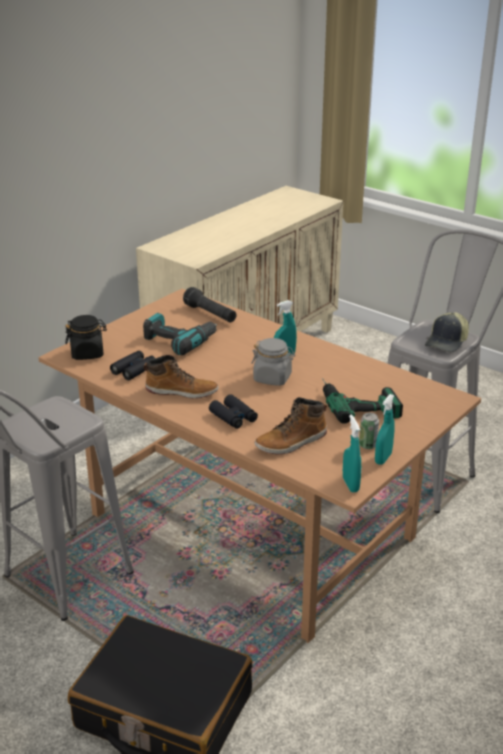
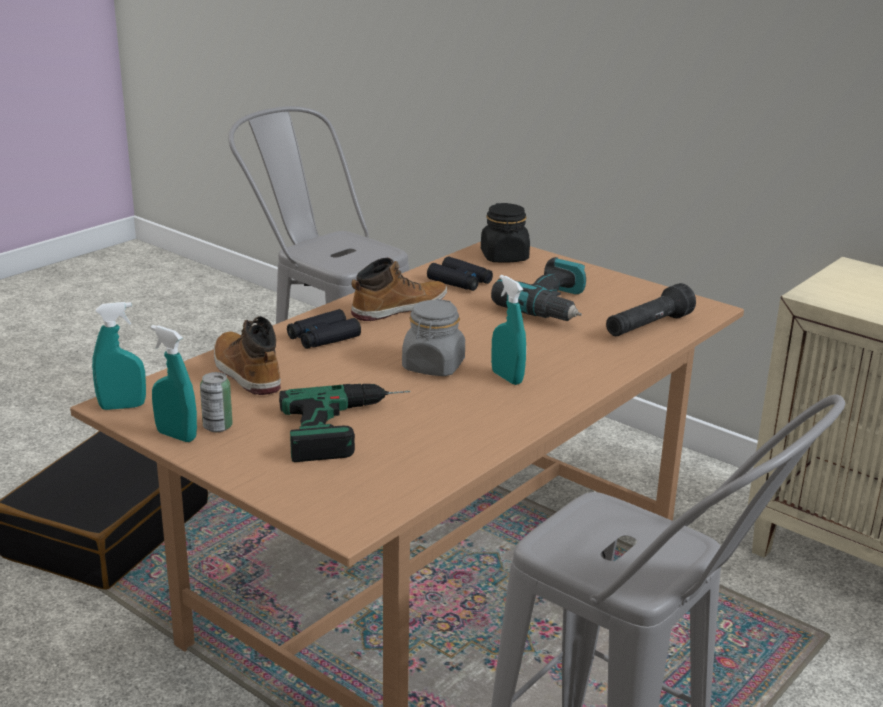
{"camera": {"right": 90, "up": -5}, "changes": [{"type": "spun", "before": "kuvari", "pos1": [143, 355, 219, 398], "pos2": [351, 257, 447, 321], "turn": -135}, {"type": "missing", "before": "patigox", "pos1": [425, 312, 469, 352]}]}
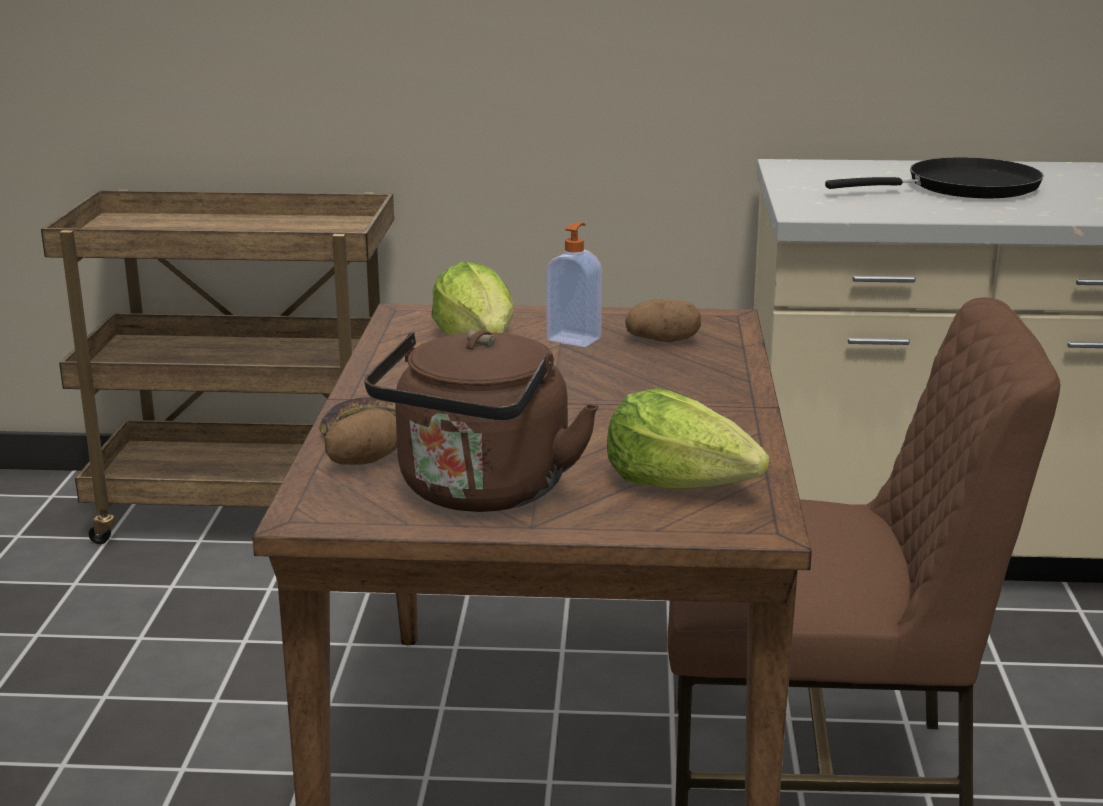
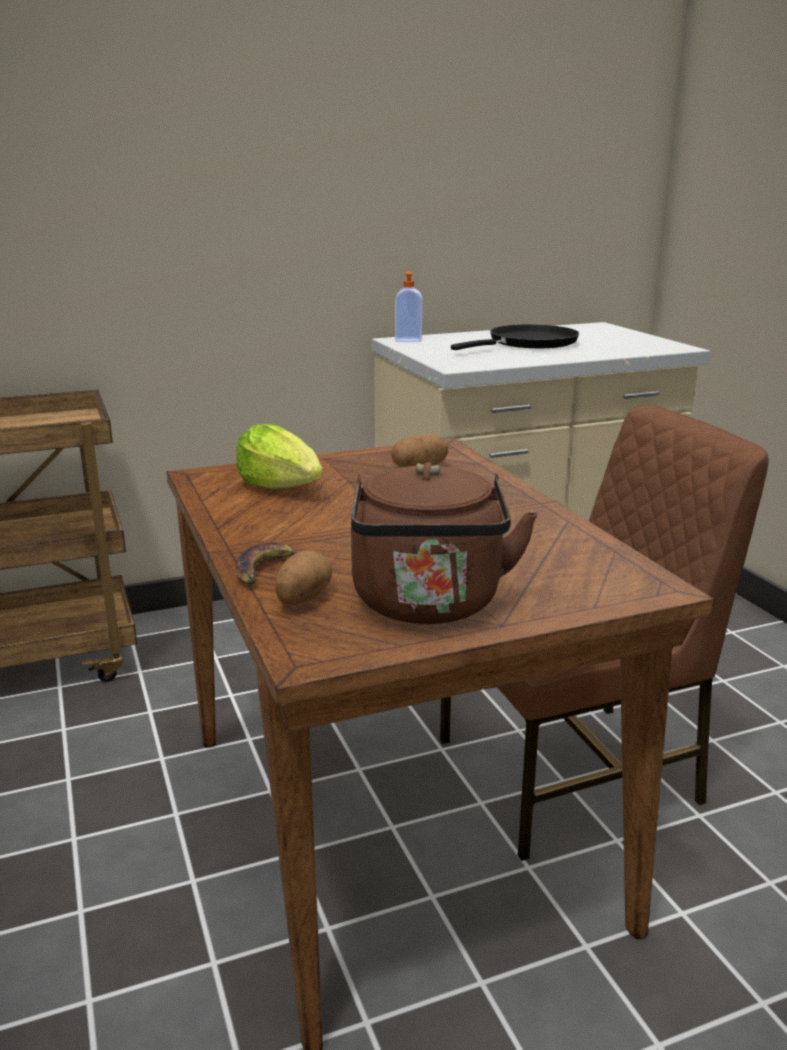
{"camera": {"right": -25, "up": 0}, "changes": [{"type": "relocated", "before": "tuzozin", "pos1": [546, 222, 602, 347], "pos2": [395, 271, 422, 342]}, {"type": "missing", "before": "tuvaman", "pos1": [607, 388, 770, 490]}]}
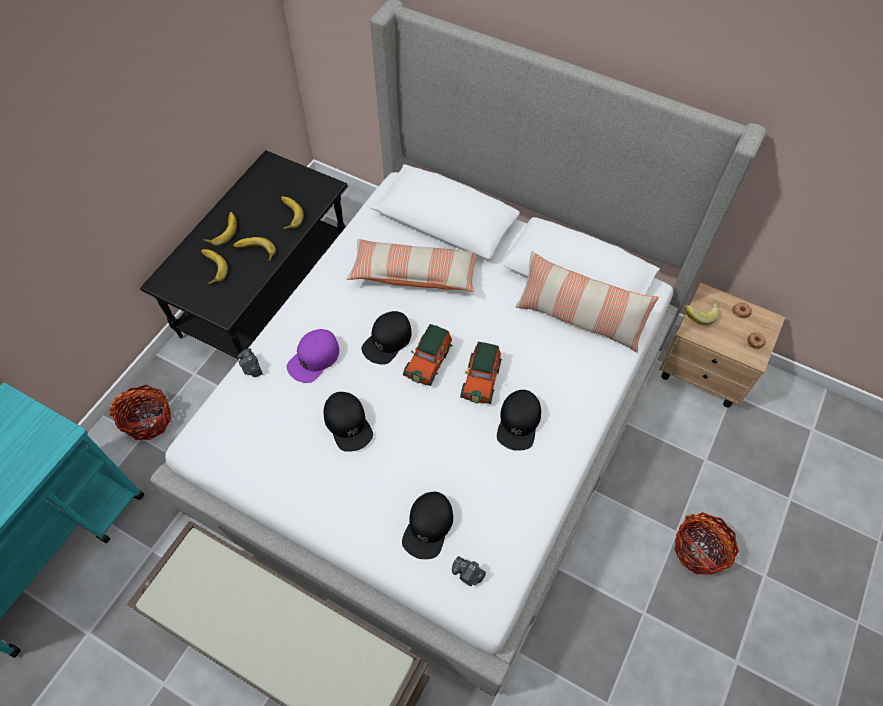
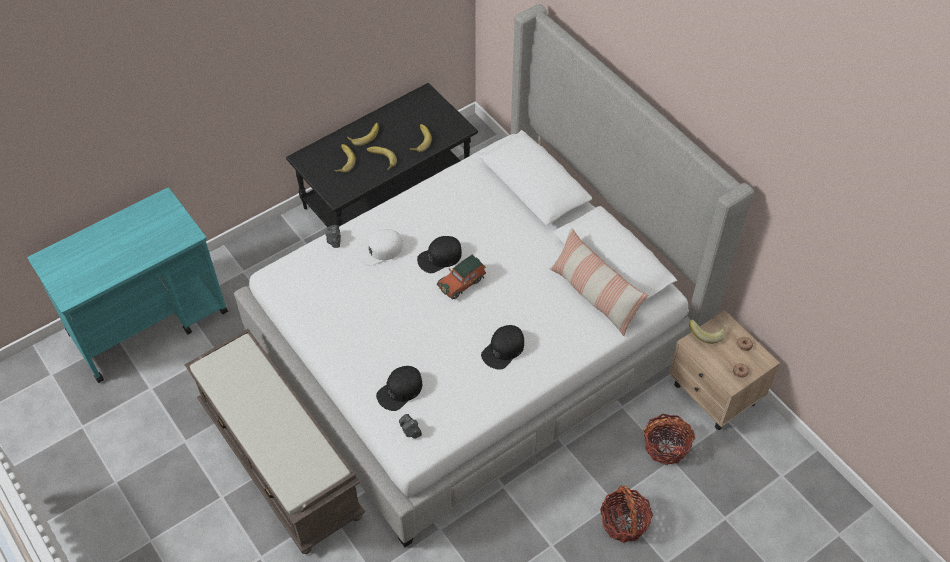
{"camera": {"right": 25, "up": -5}, "changes": [{"type": "relocated", "before": "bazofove", "pos1": [109, 385, 171, 440], "pos2": [643, 414, 695, 465]}, {"type": "colour", "before": "patigox (purple)", "after": "patigox (white)", "pos1": [287, 329, 339, 383], "pos2": [358, 229, 403, 266]}, {"type": "missing", "before": "patigox (black)", "pos1": [324, 392, 373, 452]}, {"type": "missing", "before": "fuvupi", "pos1": [346, 239, 477, 292]}, {"type": "missing", "before": "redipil", "pos1": [460, 342, 502, 404]}]}
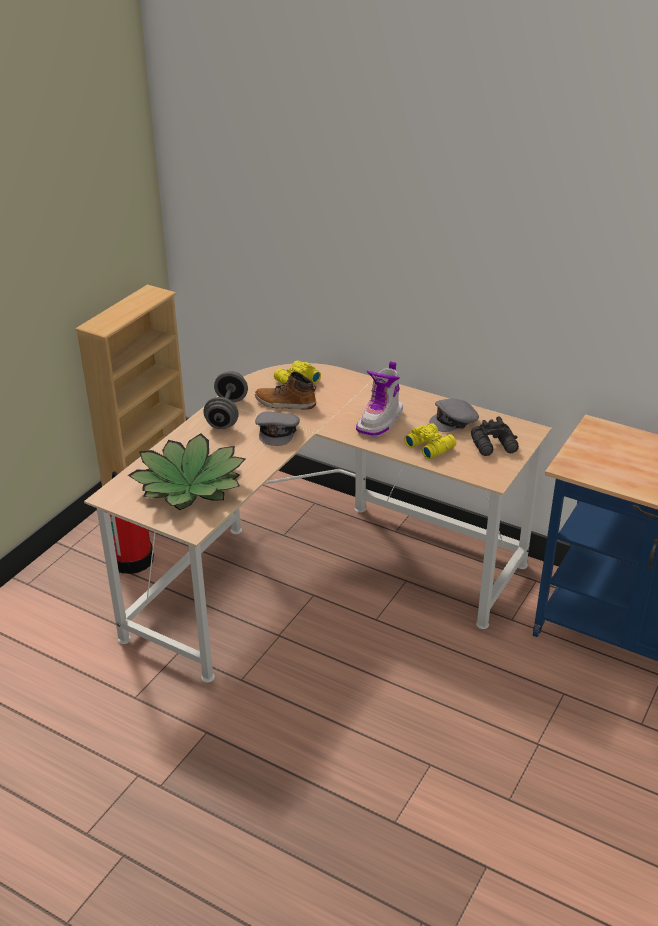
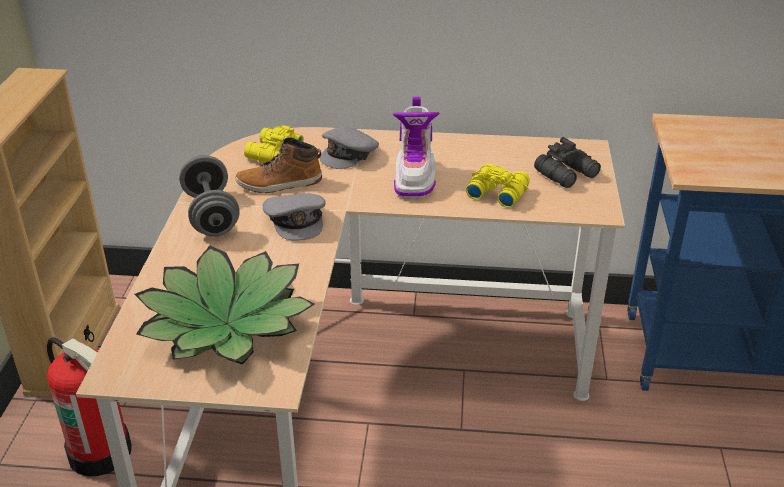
{"camera": {"right": -25, "up": 0}, "changes": [{"type": "relocated", "before": "patigox (grey)", "pos1": [429, 398, 479, 432], "pos2": [320, 127, 379, 169]}]}
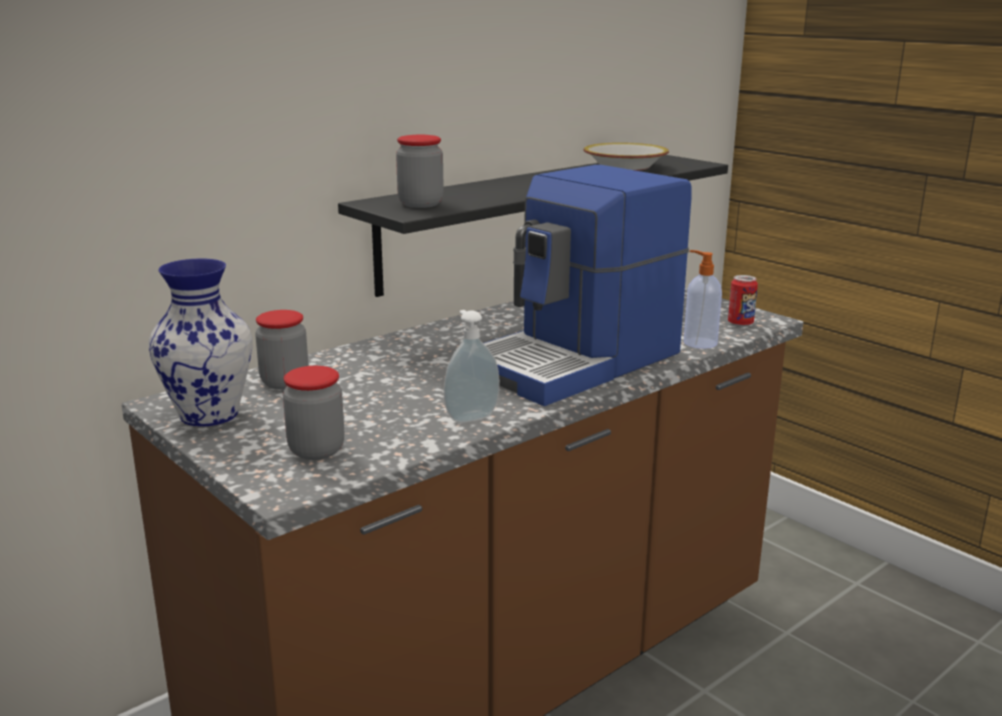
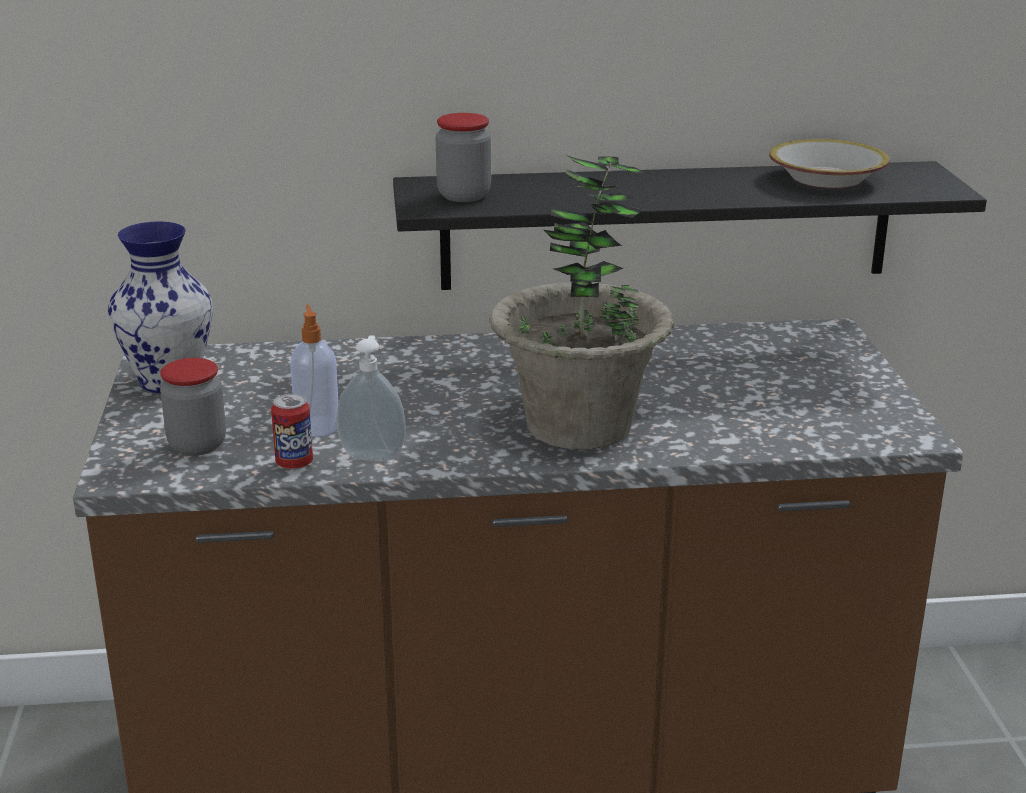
{"camera": {"right": 35, "up": 5}, "changes": [{"type": "missing", "before": "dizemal", "pos1": [255, 310, 309, 389]}, {"type": "exchanged", "before": "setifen", "after": "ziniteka", "pos1": [483, 165, 692, 406], "pos2": [489, 154, 674, 449]}, {"type": "relocated", "before": "tuzozin", "pos1": [684, 250, 722, 349], "pos2": [290, 304, 339, 437]}, {"type": "relocated", "before": "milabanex", "pos1": [728, 275, 758, 327], "pos2": [271, 394, 313, 470]}]}
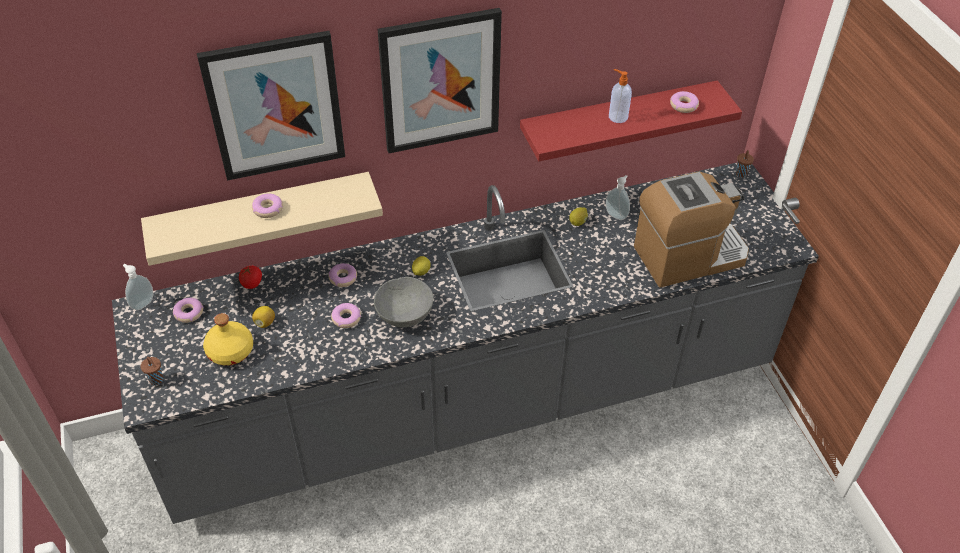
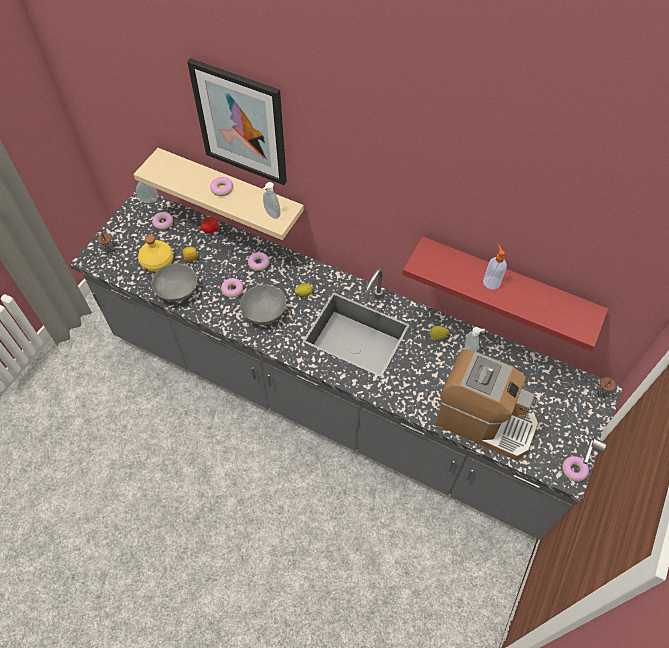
{"camera": {"right": 45, "up": 10}, "changes": [{"type": "missing", "before": "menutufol", "pos1": [378, 8, 502, 153]}, {"type": "relocated", "before": "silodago", "pos1": [670, 91, 699, 113], "pos2": [562, 456, 589, 482]}, {"type": "appeared", "after": "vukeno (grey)", "pos2": [151, 263, 197, 301]}, {"type": "appeared", "after": "tuzozin", "pos2": [263, 182, 281, 219]}]}
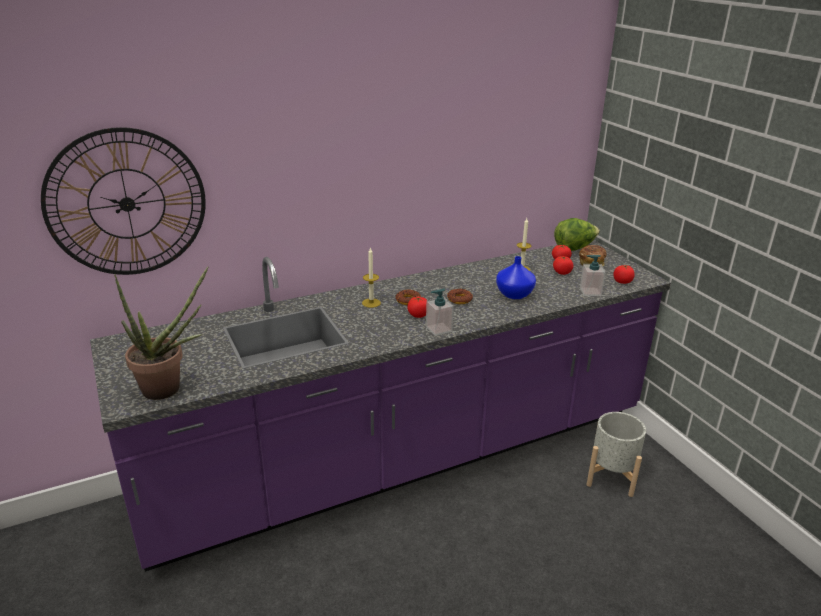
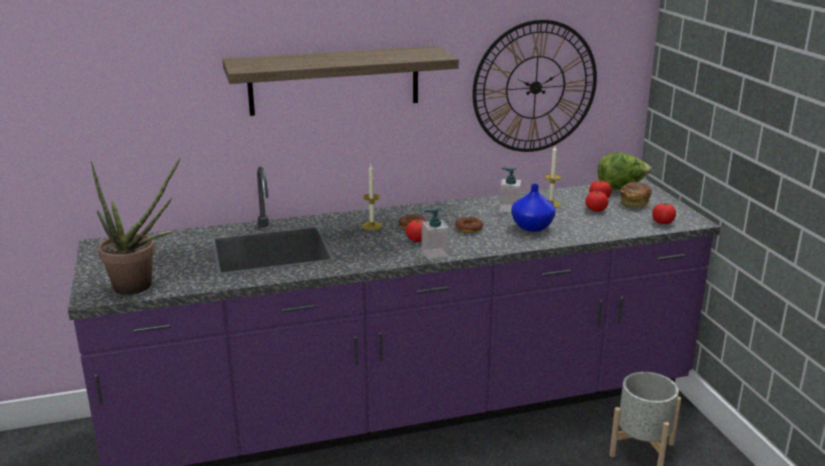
{"camera": {"right": 10, "up": -5}, "changes": [{"type": "relocated", "before": "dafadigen", "pos1": [41, 127, 206, 275], "pos2": [473, 20, 597, 152]}, {"type": "relocated", "before": "tuzozin", "pos1": [580, 255, 606, 296], "pos2": [499, 168, 521, 212]}, {"type": "appeared", "after": "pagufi", "pos2": [222, 46, 459, 116]}]}
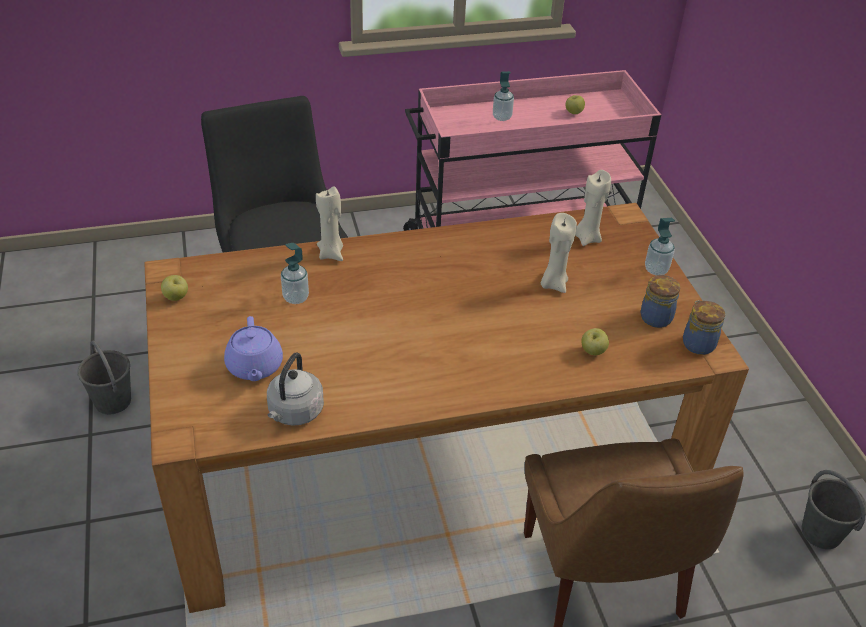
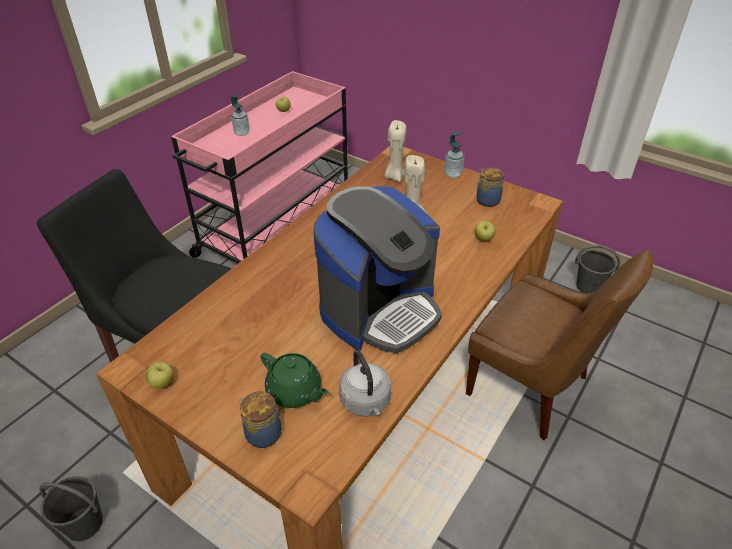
{"camera": {"right": -40, "up": 0}, "changes": [{"type": "colour", "before": "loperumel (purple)", "after": "loperumel (green)", "pos1": [224, 316, 283, 381], "pos2": [260, 353, 329, 408]}, {"type": "missing", "before": "tuzozin", "pos1": [281, 243, 309, 304]}, {"type": "missing", "before": "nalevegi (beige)", "pos1": [316, 186, 343, 261]}, {"type": "relocated", "before": "dizemal", "pos1": [683, 300, 725, 355], "pos2": [239, 391, 281, 448]}, {"type": "appeared", "after": "setifen", "pos2": [313, 186, 442, 353]}]}
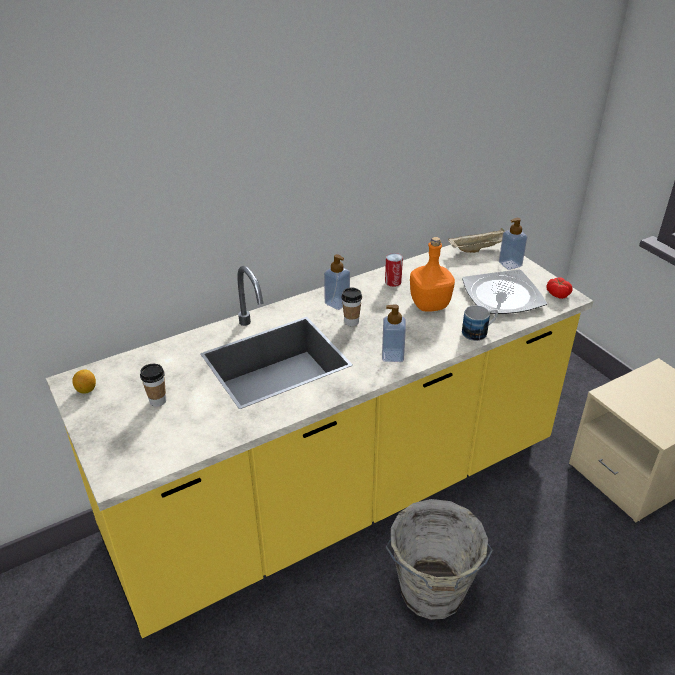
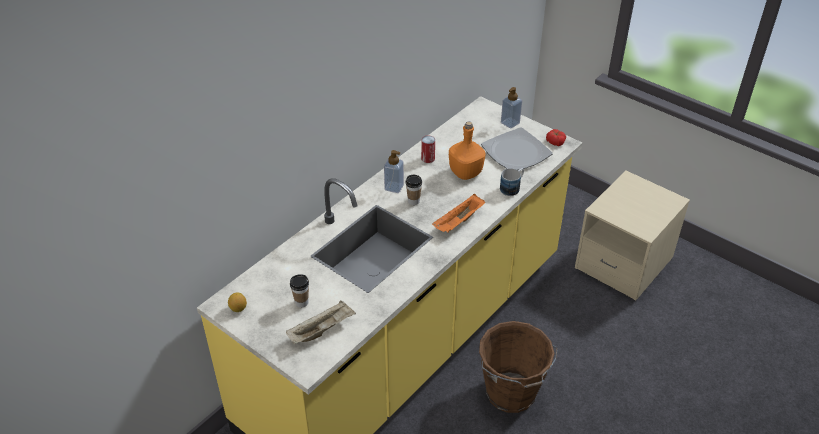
{"camera": {"right": -20, "up": 5}, "changes": [{"type": "exchanged", "before": "tuzozin", "after": "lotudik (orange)", "pos1": [382, 304, 406, 362], "pos2": [432, 194, 485, 233]}, {"type": "colour", "before": "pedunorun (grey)", "after": "pedunorun (brown)", "pos1": [386, 499, 493, 620], "pos2": [479, 321, 558, 413]}, {"type": "relocated", "before": "lotudik (beige)", "pos1": [448, 228, 505, 253], "pos2": [286, 301, 356, 344]}]}
